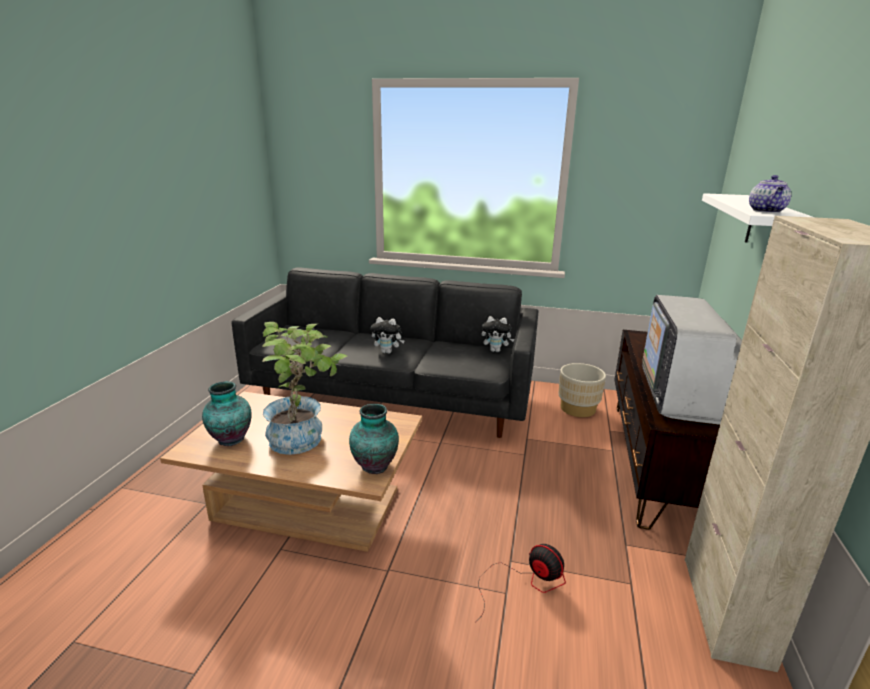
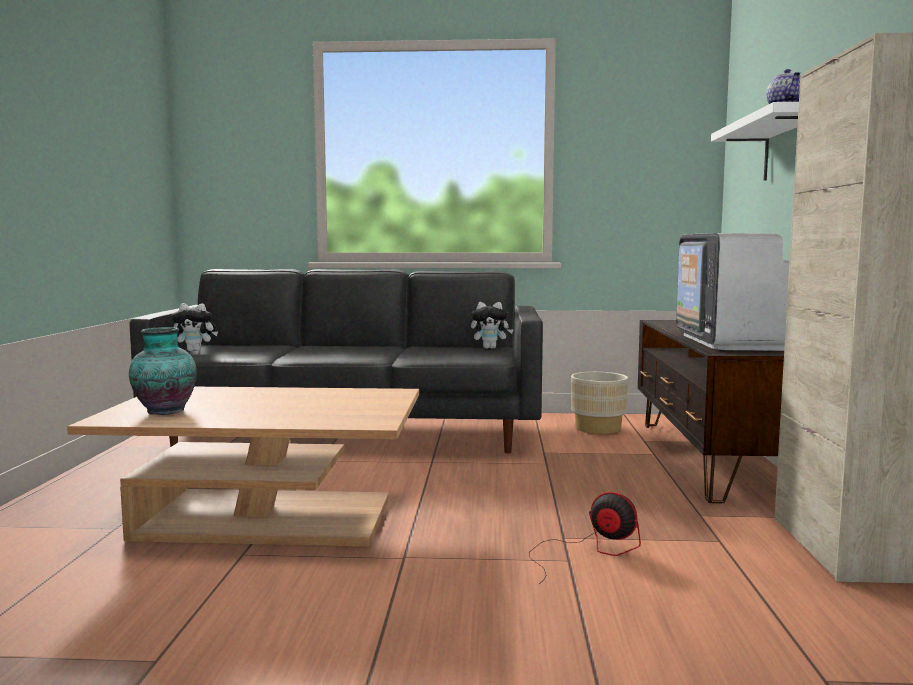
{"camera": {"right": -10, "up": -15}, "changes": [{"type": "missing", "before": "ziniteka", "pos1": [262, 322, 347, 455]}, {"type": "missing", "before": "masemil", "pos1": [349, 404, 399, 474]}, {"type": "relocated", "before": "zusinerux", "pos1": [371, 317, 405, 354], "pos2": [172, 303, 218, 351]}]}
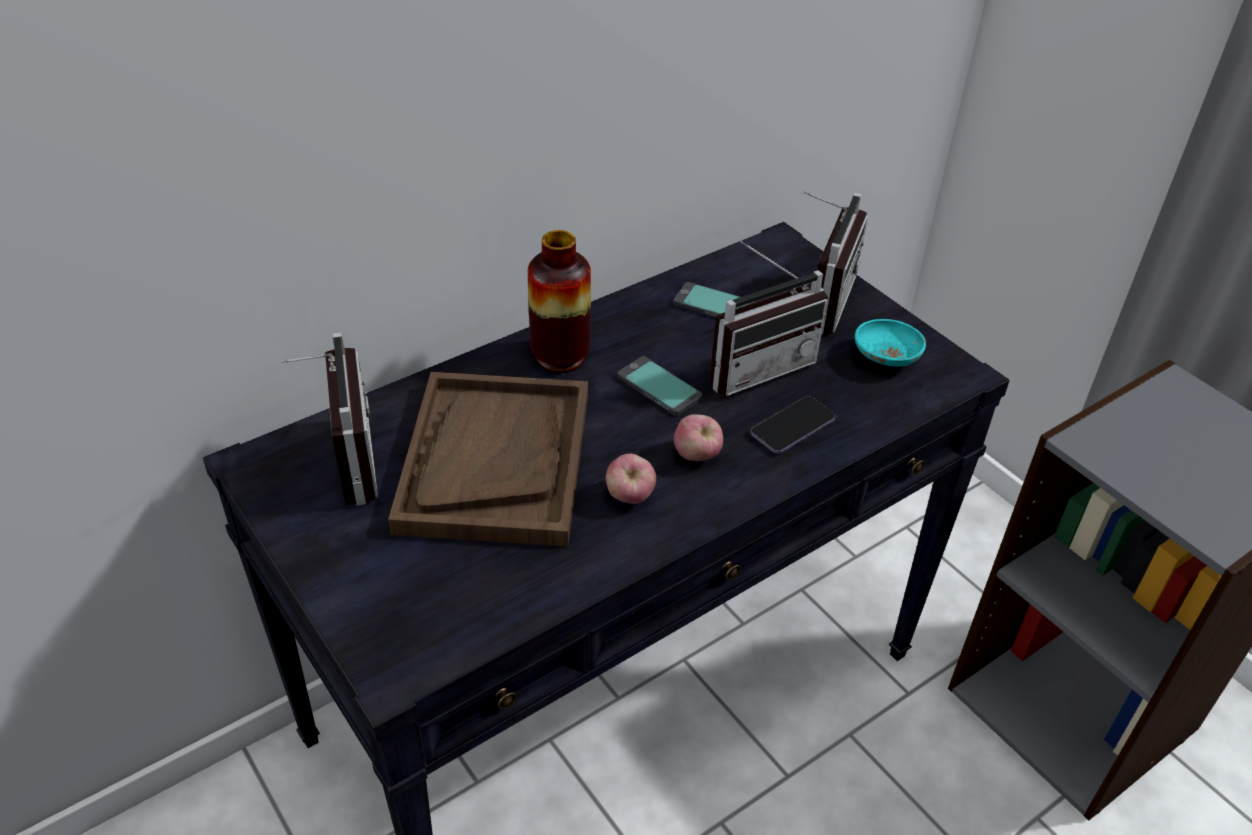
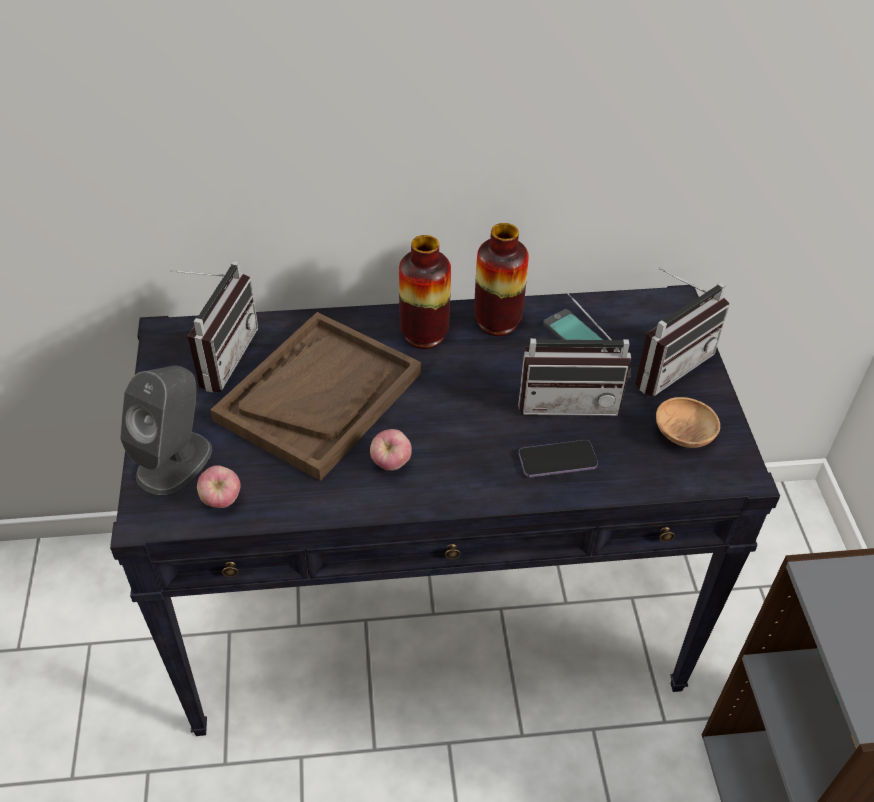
{"camera": {"right": 30, "up": 5}, "changes": [{"type": "missing", "before": "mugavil", "pos1": [618, 356, 703, 416]}, {"type": "relocated", "before": "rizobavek", "pos1": [674, 414, 723, 461], "pos2": [197, 465, 241, 508]}, {"type": "colour", "before": "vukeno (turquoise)", "after": "vukeno (brown)", "pos1": [855, 319, 926, 367], "pos2": [656, 397, 720, 448]}, {"type": "appeared", "after": "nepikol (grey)", "pos2": [120, 365, 212, 495]}, {"type": "appeared", "after": "masemil", "pos2": [474, 223, 529, 336]}]}
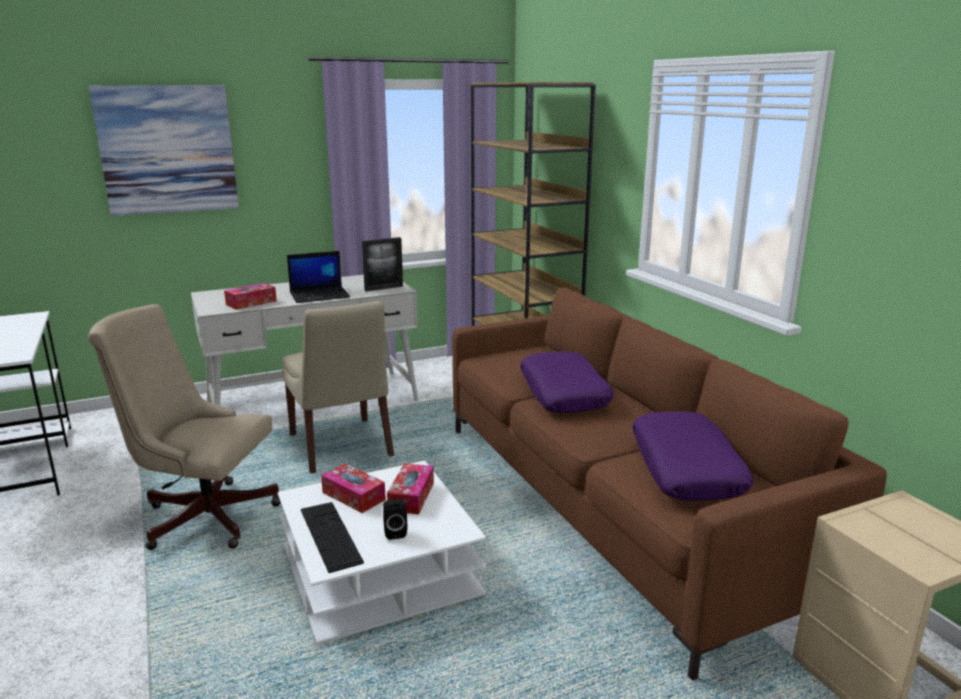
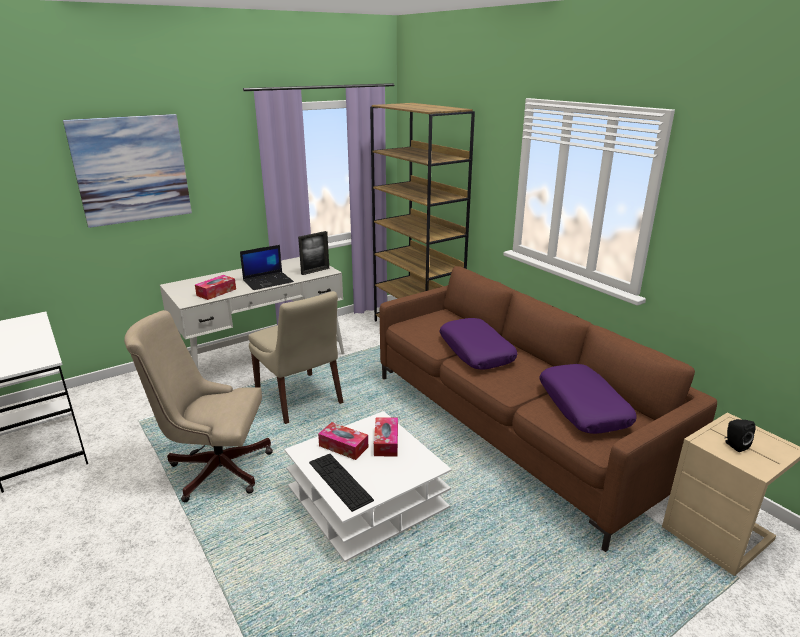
{"camera": {"right": -10, "up": 5}, "changes": [{"type": "relocated", "before": "nepikol (black)", "pos1": [383, 499, 407, 540], "pos2": [724, 419, 755, 452]}]}
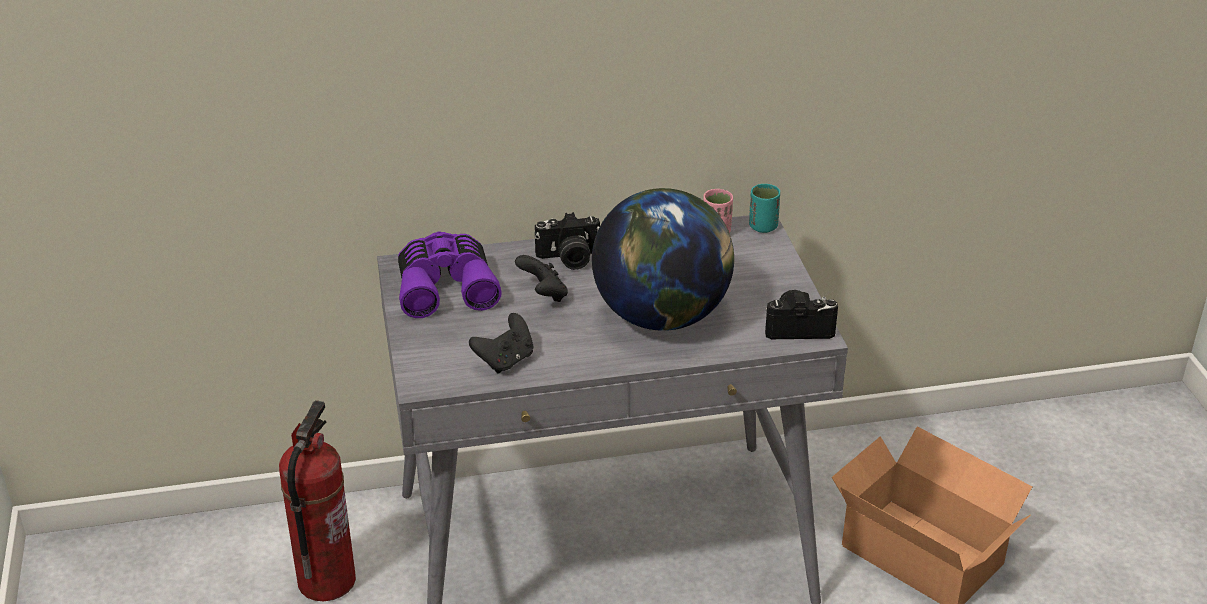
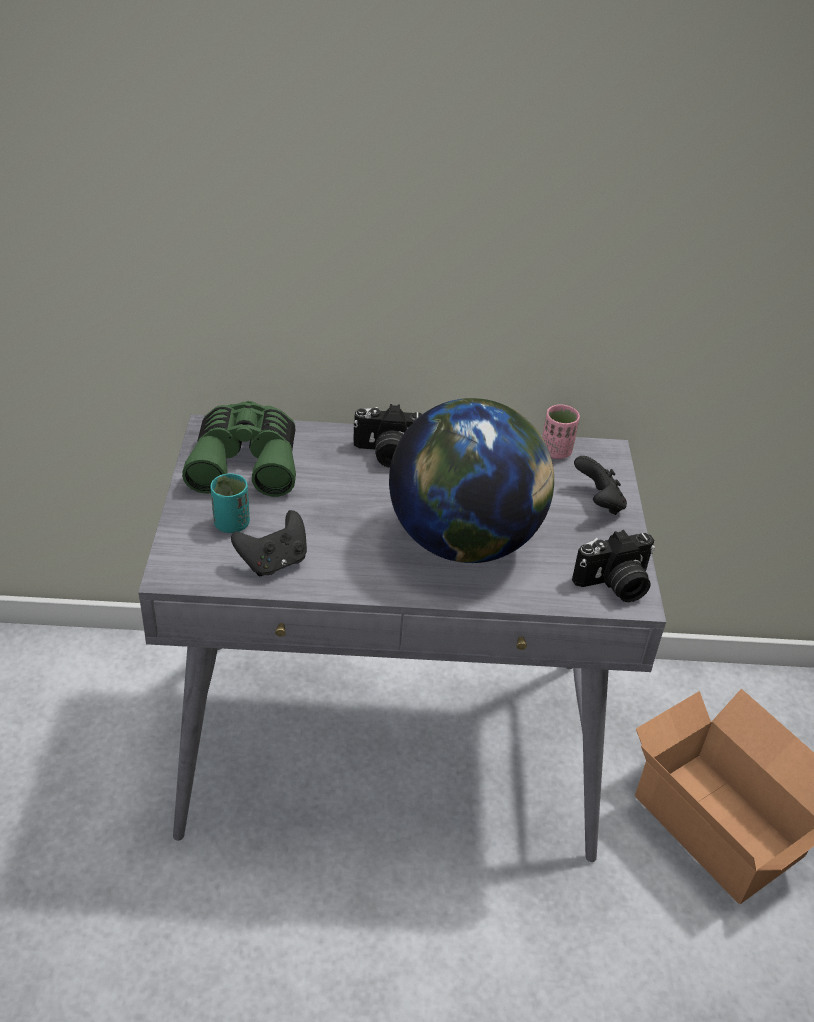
{"camera": {"right": 10, "up": 5}, "changes": [{"type": "missing", "before": "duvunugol", "pos1": [279, 400, 356, 601]}, {"type": "colour", "before": "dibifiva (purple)", "after": "dibifiva (green)", "pos1": [398, 232, 502, 318], "pos2": [182, 401, 296, 497]}, {"type": "relocated", "before": "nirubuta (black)", "pos1": [515, 255, 568, 302], "pos2": [574, 456, 627, 515]}, {"type": "relocated", "before": "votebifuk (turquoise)", "pos1": [749, 184, 780, 233], "pos2": [210, 473, 250, 533]}, {"type": "spun", "before": "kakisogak", "pos1": [765, 290, 838, 339], "pos2": [572, 530, 655, 602], "turn": 150}]}
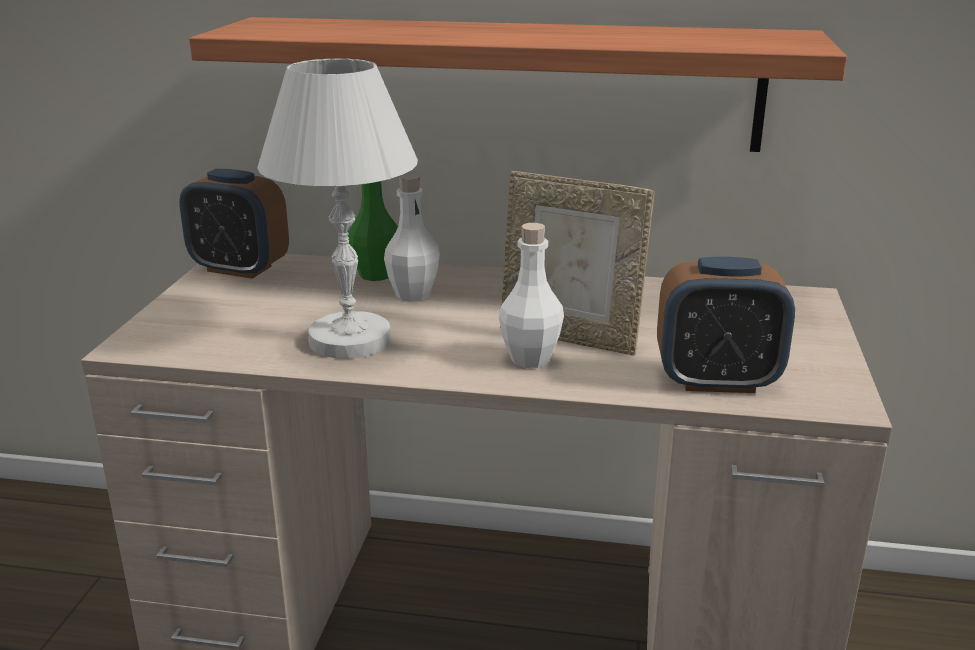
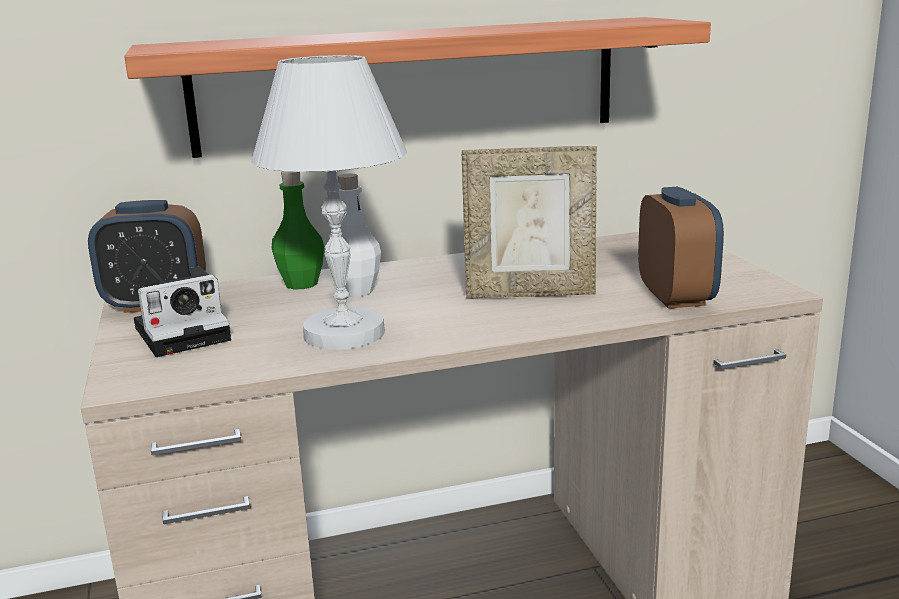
{"camera": {"right": -25, "up": -5}, "changes": [{"type": "missing", "before": "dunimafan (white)", "pos1": [499, 223, 564, 368]}, {"type": "spun", "before": "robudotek", "pos1": [657, 257, 795, 393], "pos2": [638, 187, 724, 309], "turn": -75}, {"type": "appeared", "after": "kakisogak", "pos2": [134, 267, 231, 357]}]}
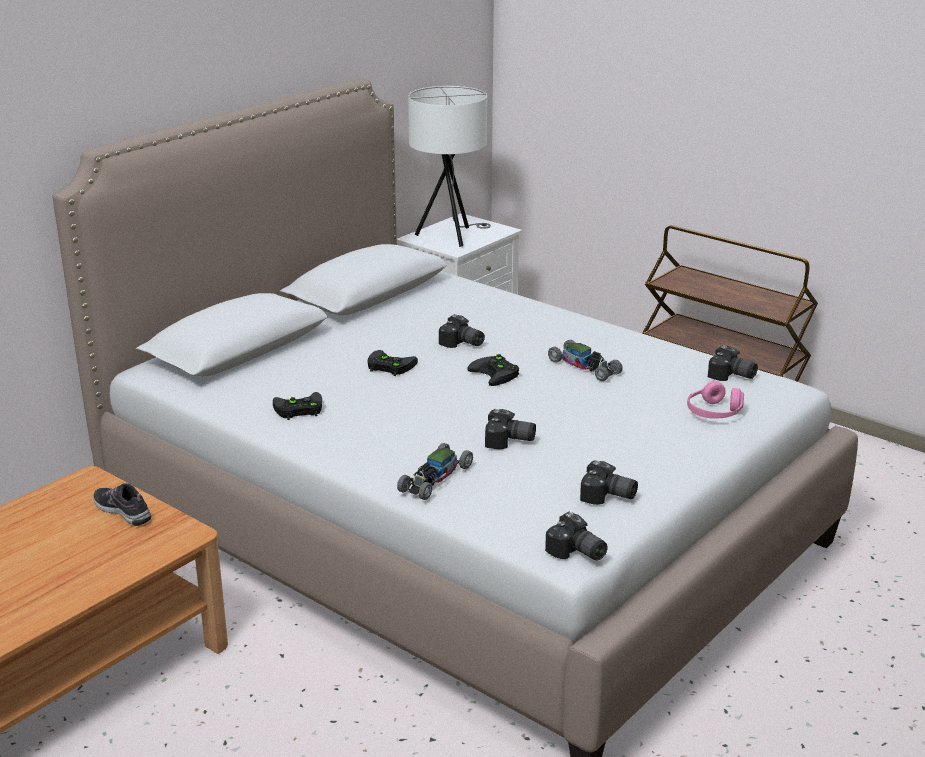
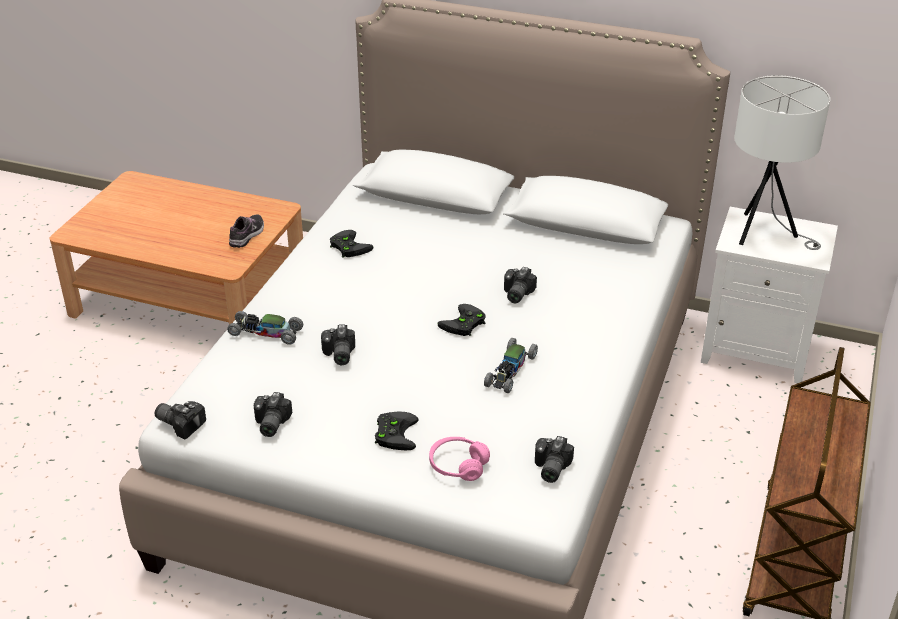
{"camera": {"right": 70, "up": 10}, "changes": [{"type": "relocated", "before": "nirubuta (black)", "pos1": [368, 350, 418, 376], "pos2": [375, 412, 418, 450]}, {"type": "spun", "before": "kakisogak", "pos1": [545, 512, 608, 561], "pos2": [155, 401, 206, 440], "turn": 90}]}
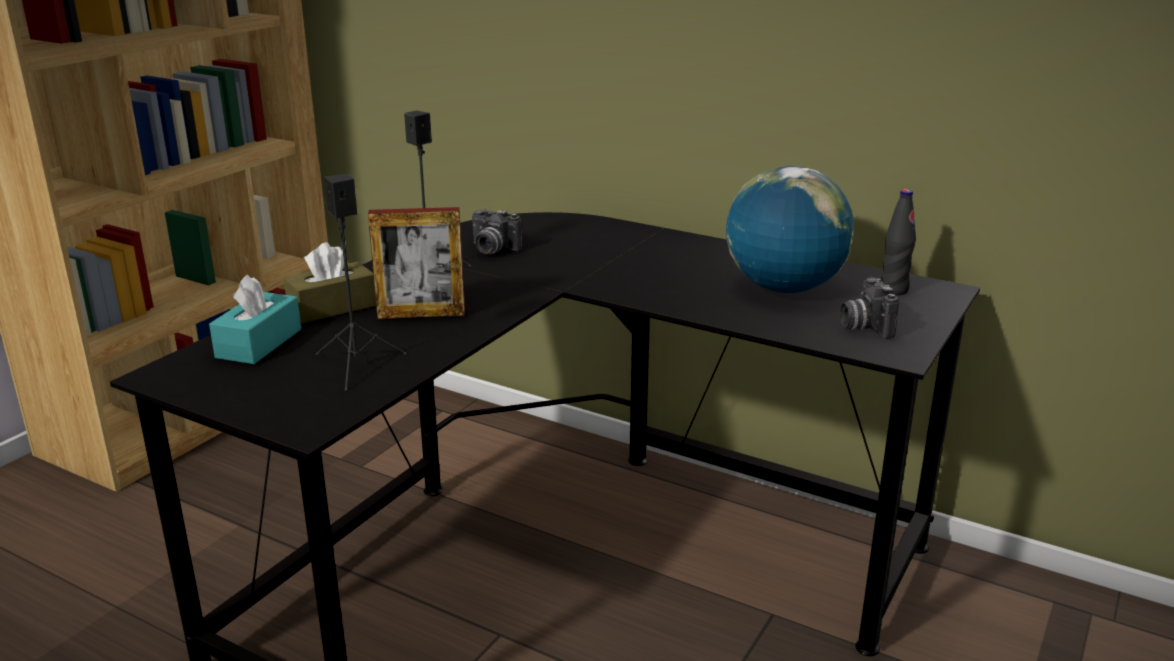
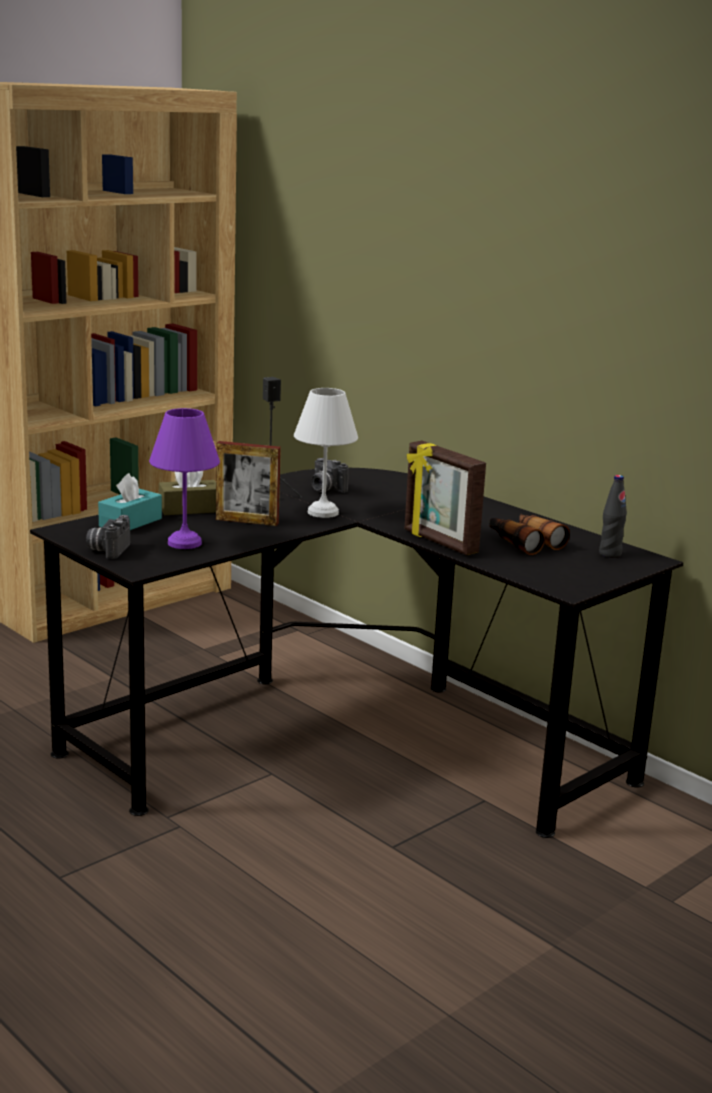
{"camera": {"right": 15, "up": -5}, "changes": [{"type": "exchanged", "before": "nepikol (black)", "after": "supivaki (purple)", "pos1": [316, 174, 407, 391], "pos2": [149, 408, 220, 549]}, {"type": "exchanged", "before": "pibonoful", "after": "dibifiva", "pos1": [726, 166, 854, 293], "pos2": [489, 513, 570, 555]}, {"type": "relocated", "before": "kakisogak", "pos1": [840, 277, 899, 339], "pos2": [86, 515, 130, 559]}, {"type": "appeared", "after": "supivaki (white)", "pos2": [294, 388, 358, 518]}, {"type": "appeared", "after": "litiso", "pos2": [404, 441, 486, 555]}]}
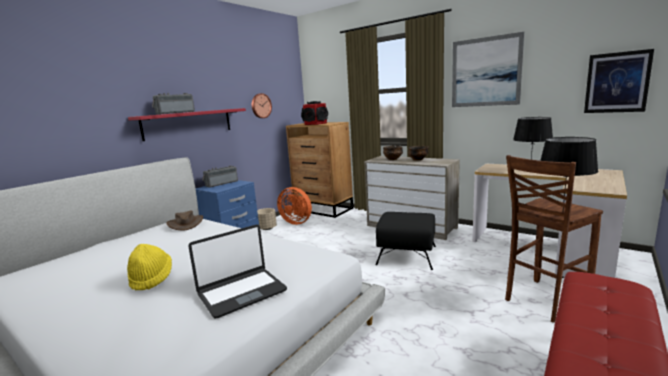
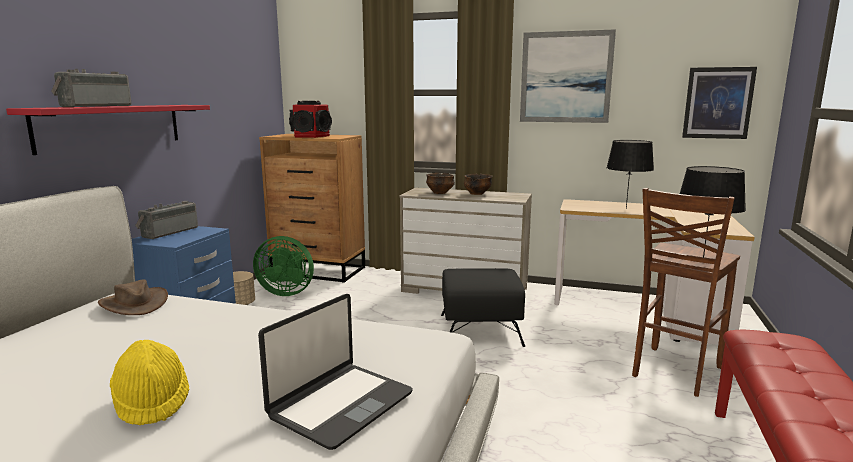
{"camera": {"right": -20, "up": 0}, "changes": [{"type": "missing", "before": "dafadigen", "pos1": [252, 93, 272, 118]}, {"type": "colour", "before": "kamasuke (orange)", "after": "kamasuke (green)", "pos1": [277, 187, 312, 225], "pos2": [253, 236, 314, 296]}]}
